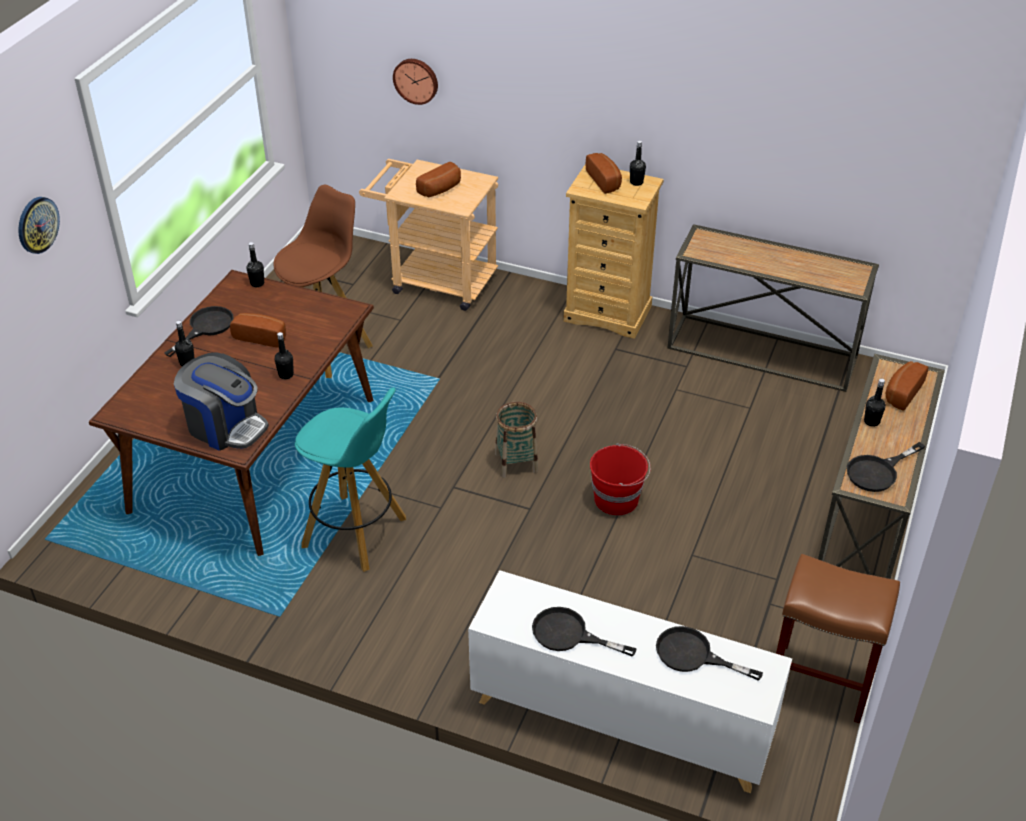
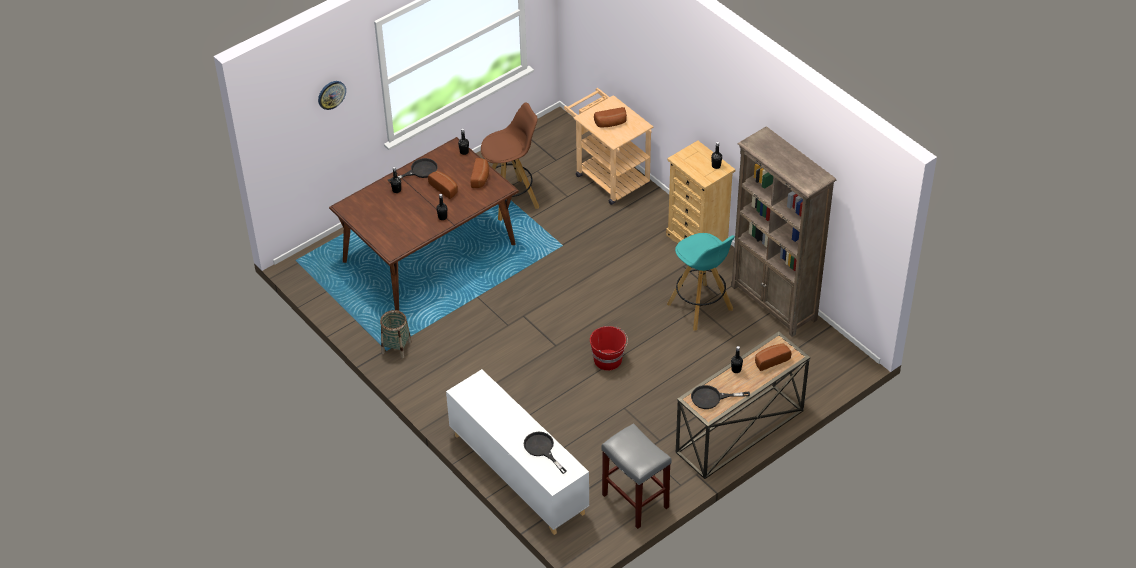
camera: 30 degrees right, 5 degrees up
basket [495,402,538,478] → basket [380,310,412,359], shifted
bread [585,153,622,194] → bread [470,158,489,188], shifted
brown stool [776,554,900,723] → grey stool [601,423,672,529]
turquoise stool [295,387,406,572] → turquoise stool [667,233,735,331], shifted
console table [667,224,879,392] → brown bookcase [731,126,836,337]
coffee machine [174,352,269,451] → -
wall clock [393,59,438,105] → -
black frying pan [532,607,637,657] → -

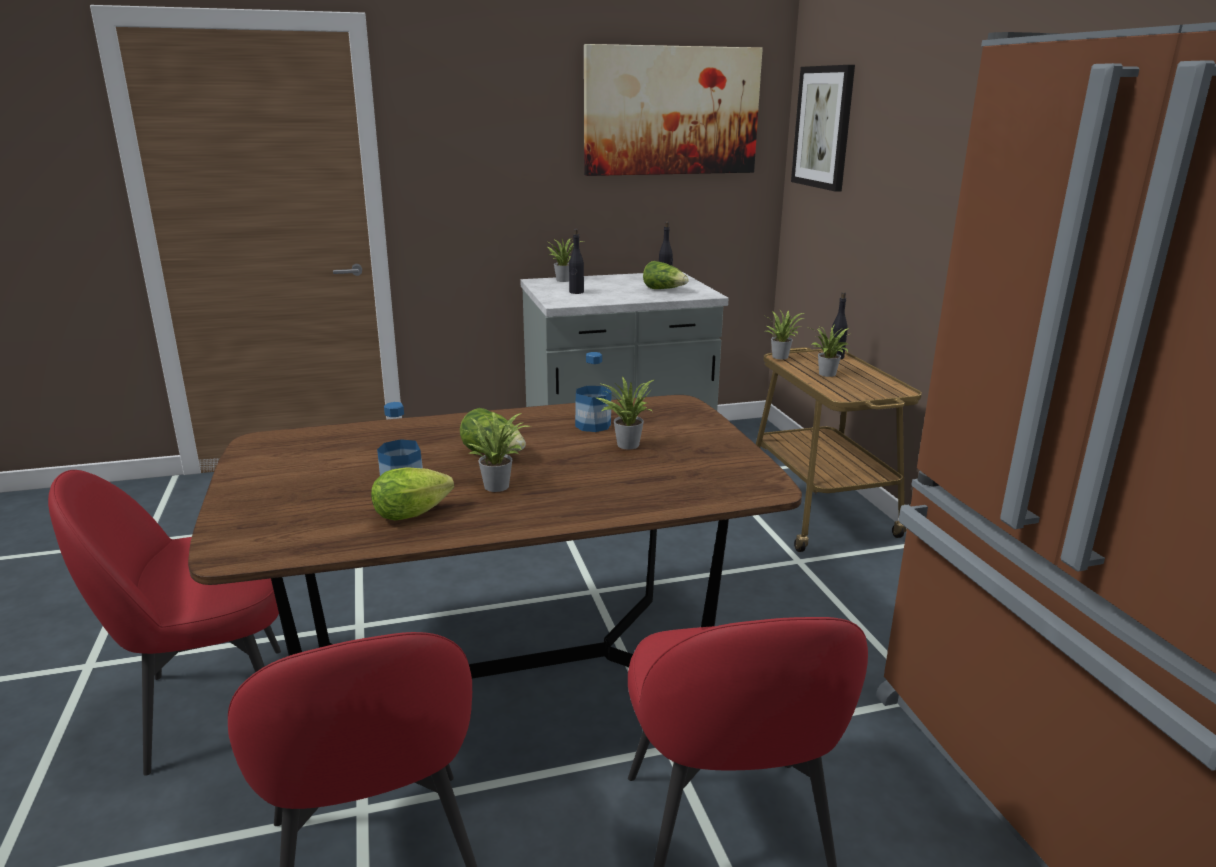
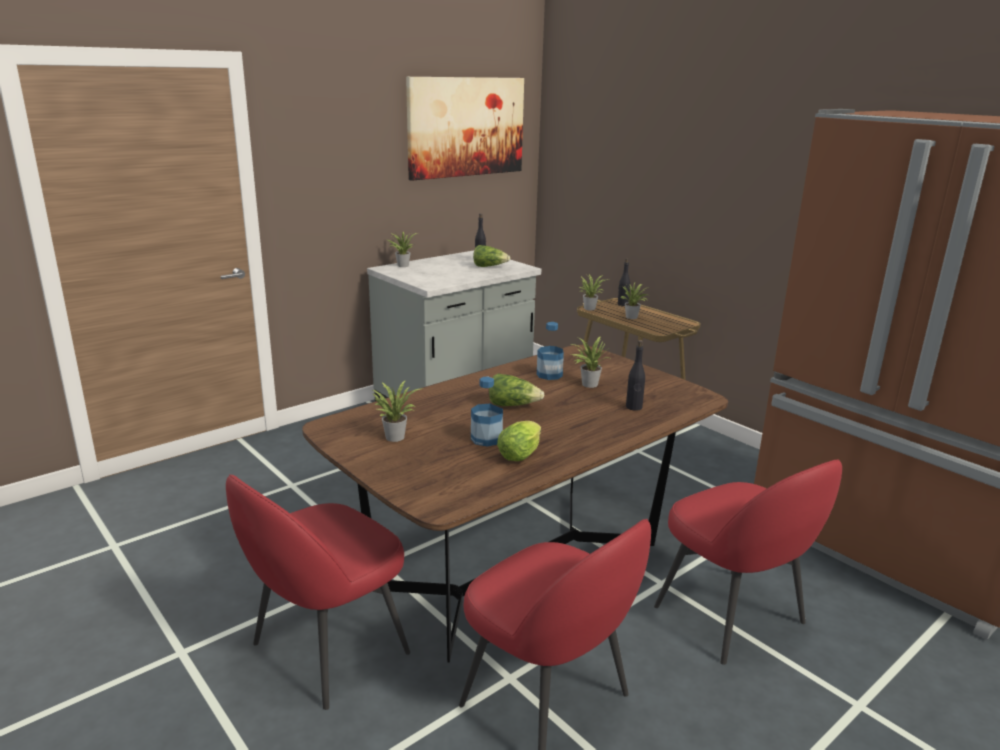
camera: 25 degrees left, 0 degrees up
potted plant [465,411,529,492] → potted plant [373,381,420,442], shifted
black bottle [569,229,584,294] → black bottle [626,340,645,411], shifted
picture [791,65,855,192] → -

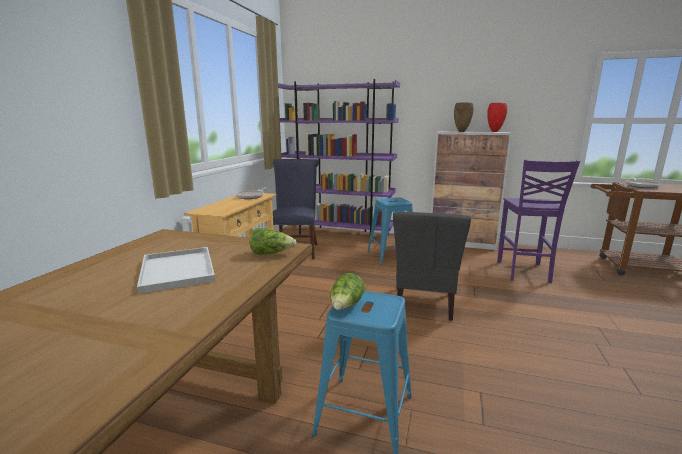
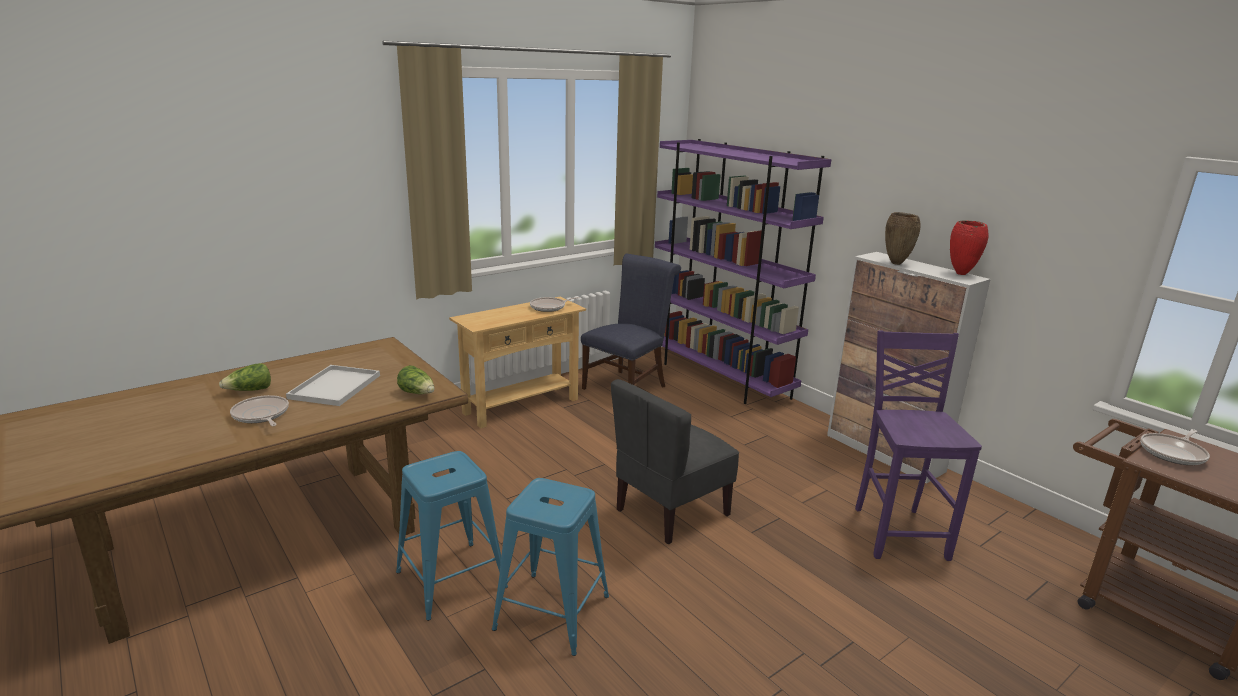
camera: 35 degrees right, 5 degrees up
lettuce [330,273,365,310] → lettuce [219,363,271,391], shifted
- → frying pan [230,395,289,426]
blue stool [367,197,413,265] → blue stool [492,478,609,656], shifted
purple chair [497,160,580,283] → purple chair [855,330,982,561], 135 degrees clockwise

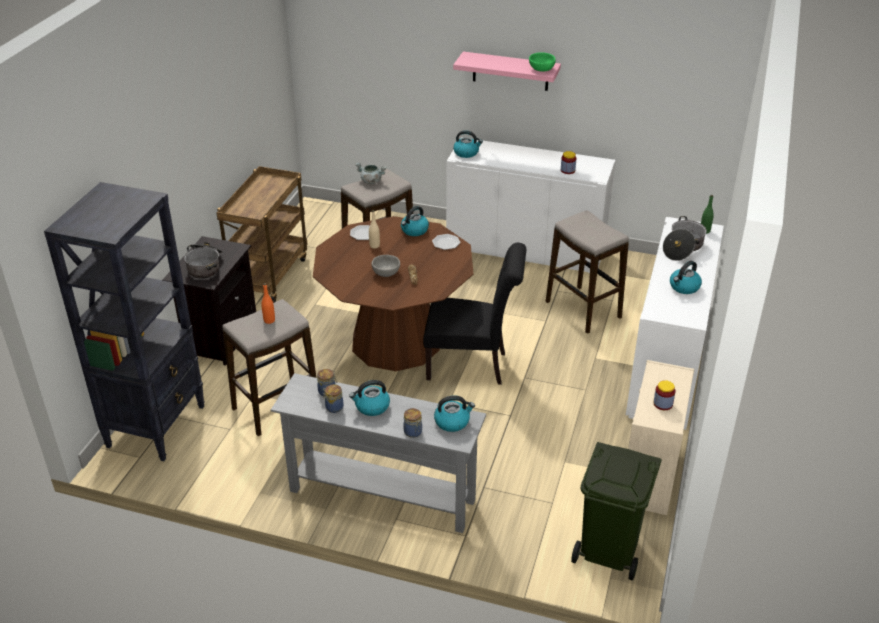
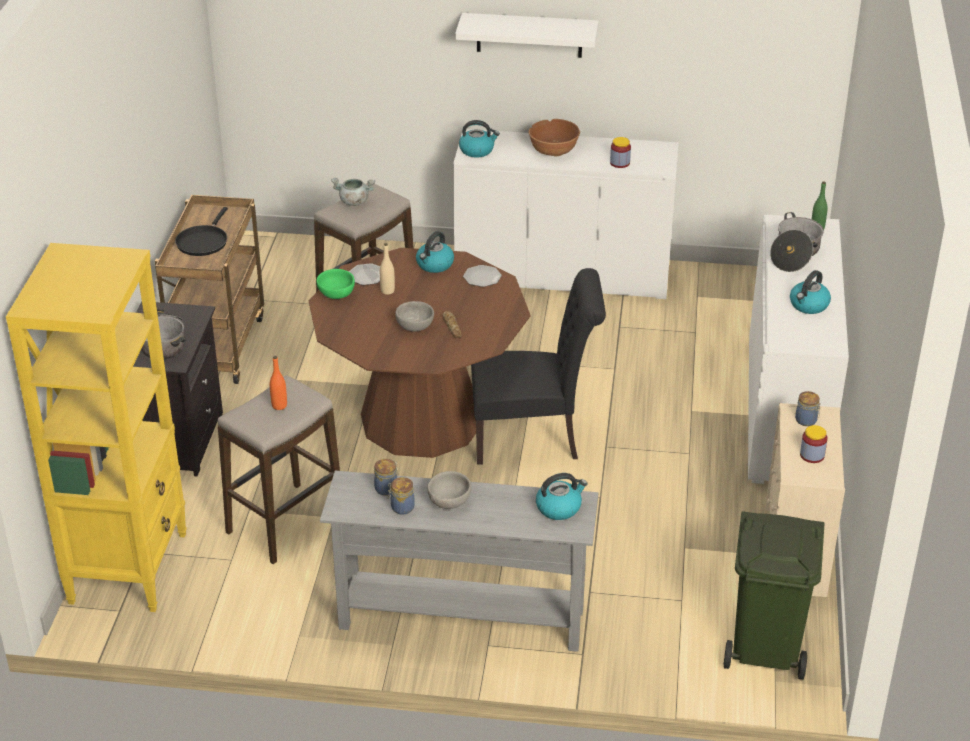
camera: 10 degrees left, 0 degrees up
black bookcase [44,182,205,461] → yellow bookcase [6,243,187,612]
- → black frying pan [175,207,228,256]
green bowl [529,52,556,72] → green bowl [316,269,355,299], shifted
kettle [349,380,390,416] → grey bowl [427,471,471,509]
pink shelf [453,51,561,91] → white shelf [455,13,599,58]
- → brown bowl [529,119,580,157]
jar [403,408,422,438] → jar [795,391,821,426], shifted
stool [546,210,629,334] → -

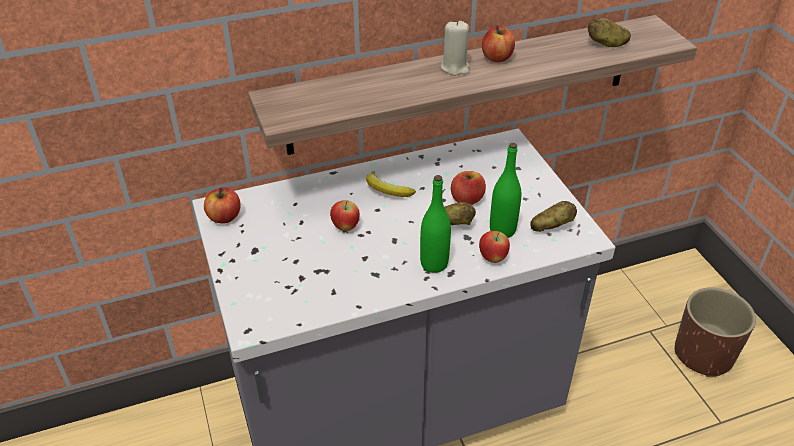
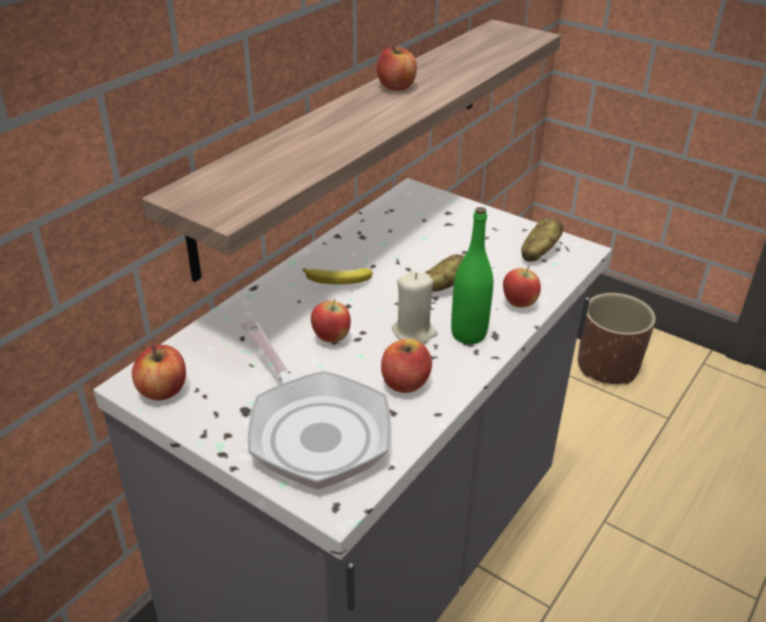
camera: 35 degrees left, 5 degrees down
- → frying pan [240,319,391,490]
apple [451,171,486,205] → apple [381,339,432,393], shifted
beige candle [441,21,470,76] → beige candle [392,271,438,344], shifted
green bottle [490,143,521,238] → -
potato [588,18,631,47] → -

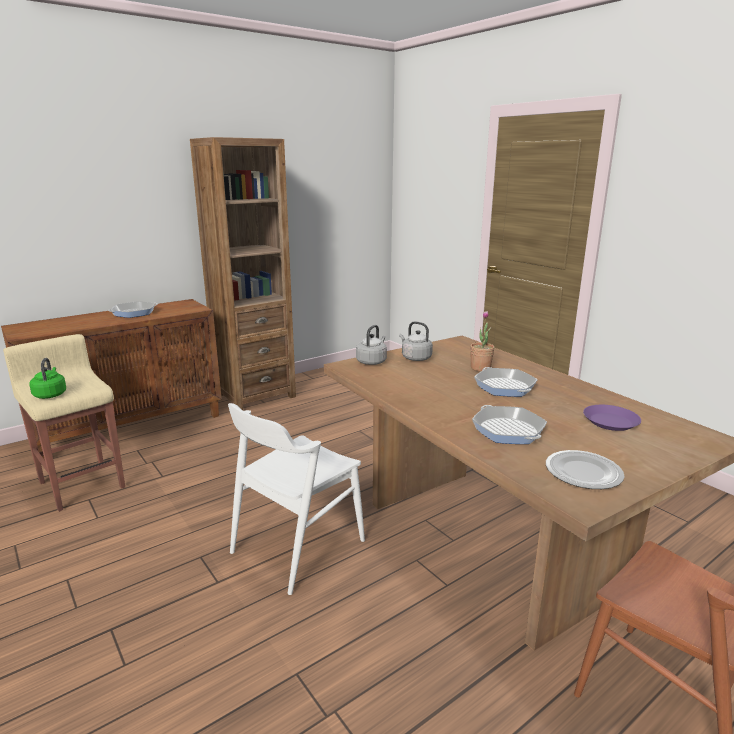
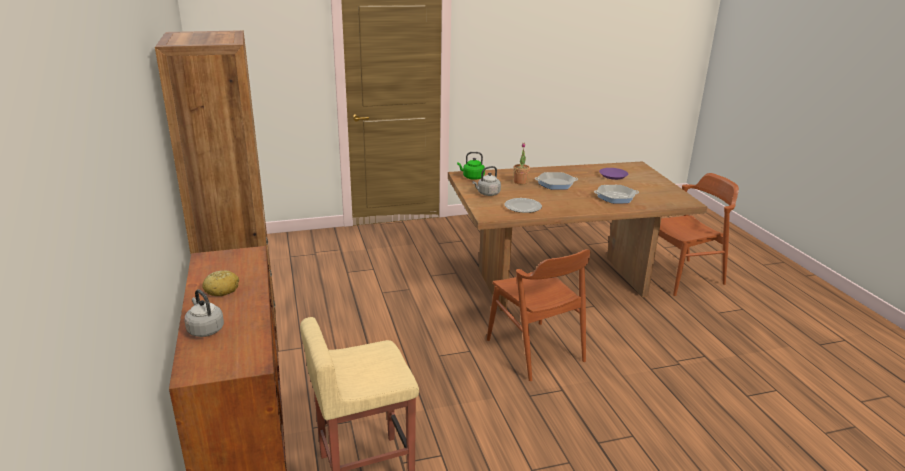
camera: 70 degrees left, 5 degrees up
grey kettle [356,325,387,365] → grey kettle [184,289,224,337], shifted
frying pan [108,301,158,318] → bread [202,270,239,296]
green kettle [29,358,66,399] → green kettle [457,152,485,180], shifted
white chair [228,403,365,595] → brown chair [487,249,590,381]
plate [546,450,625,489] → plate [505,198,542,213], shifted

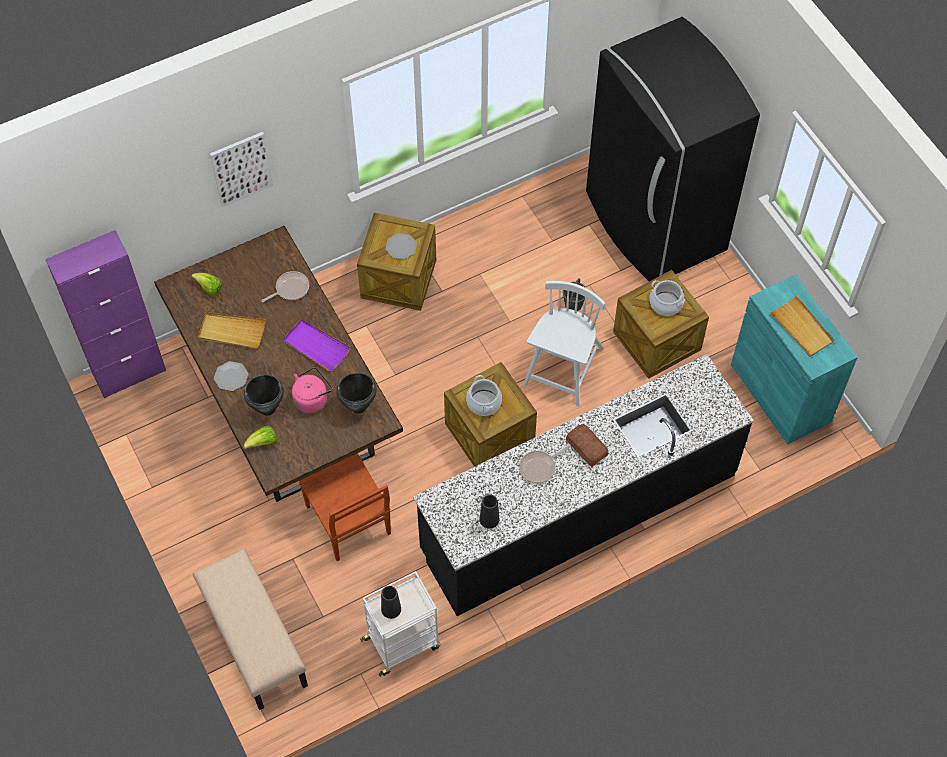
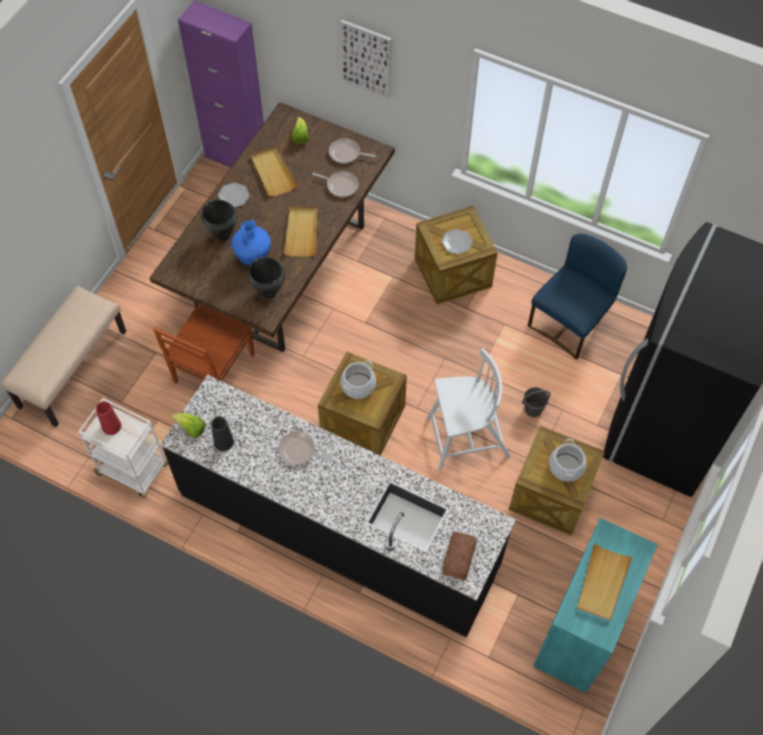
camera: 55 degrees right, 0 degrees up
black vase [381,586,401,619] → red vase [96,401,121,435]
lettuce [243,426,277,449] → lettuce [171,413,206,438], shifted
pink kettle [292,367,332,413] → blue vase [231,220,271,266]
purple tray [283,319,351,372] → beige tray [284,207,317,257]
- → frying pan [329,138,376,164]
bread [566,424,608,467] → bread [442,532,477,580], shifted
- → blue chair [528,234,627,360]

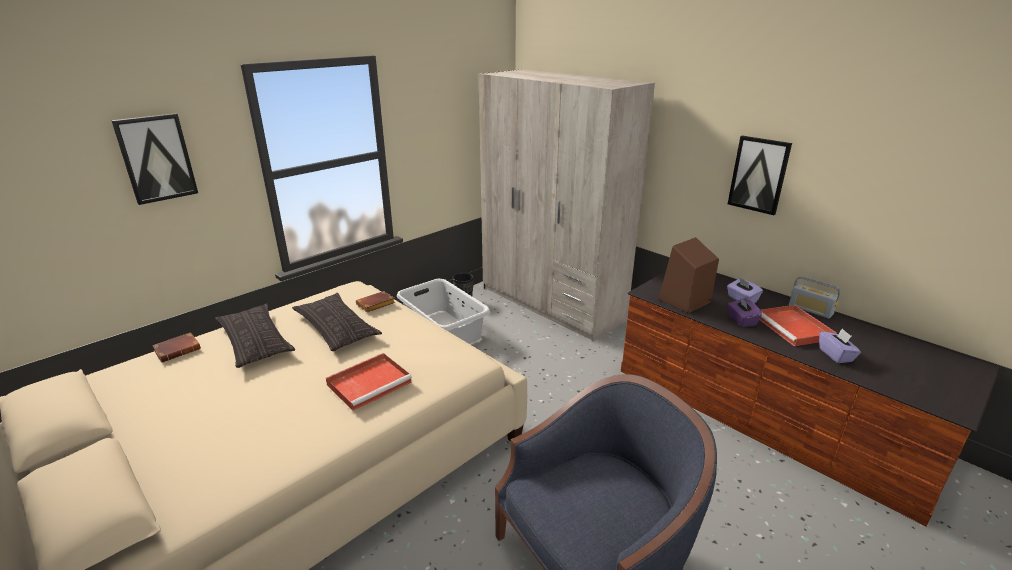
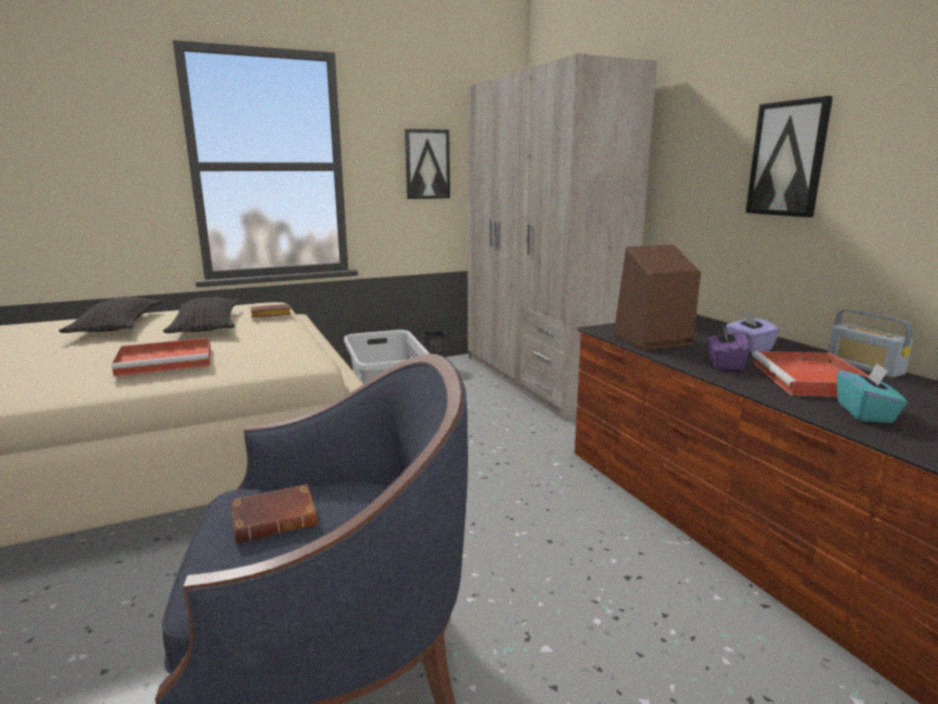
camera: 20 degrees right, 10 degrees down
brown book [152,333,201,362] → brown book [231,484,318,543], shifted
picture [111,113,198,205] → picture [405,129,450,199], shifted
purple tissue box [819,329,861,363] → turquoise tissue box [837,363,907,423]

